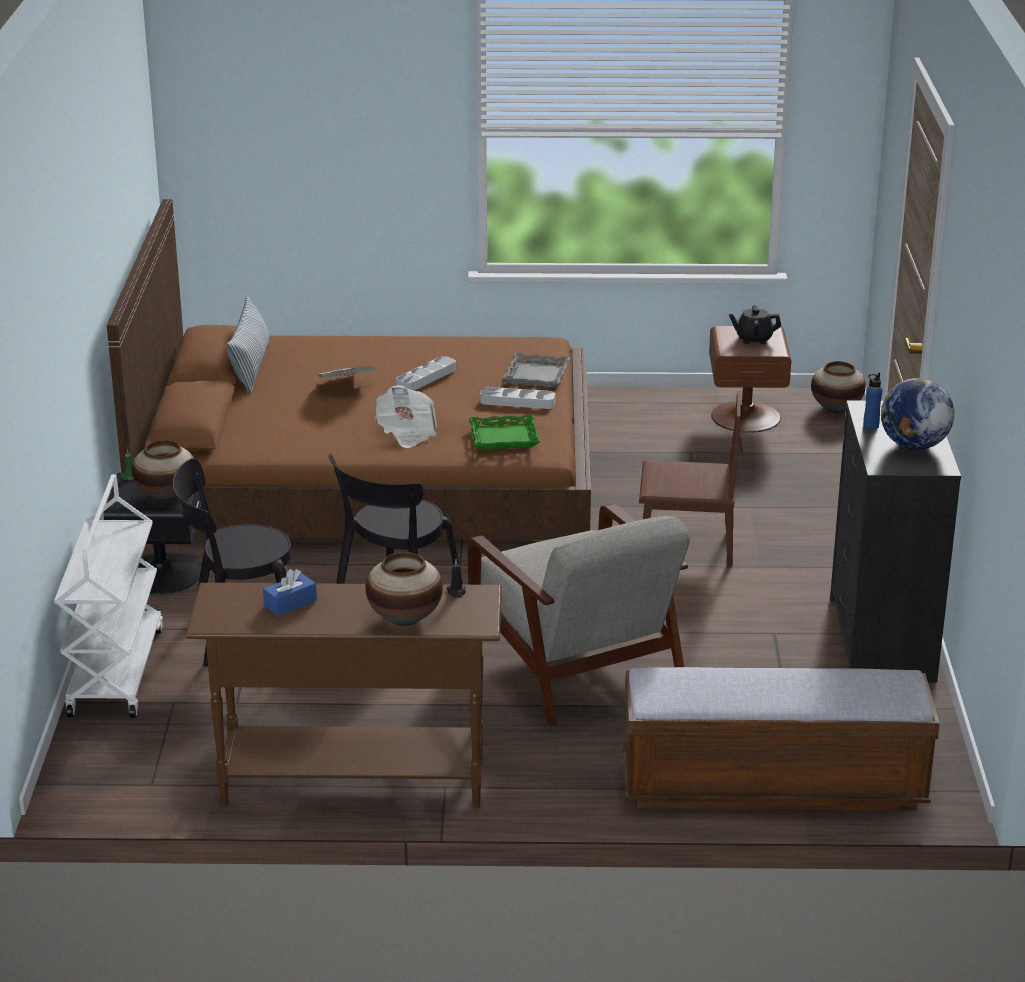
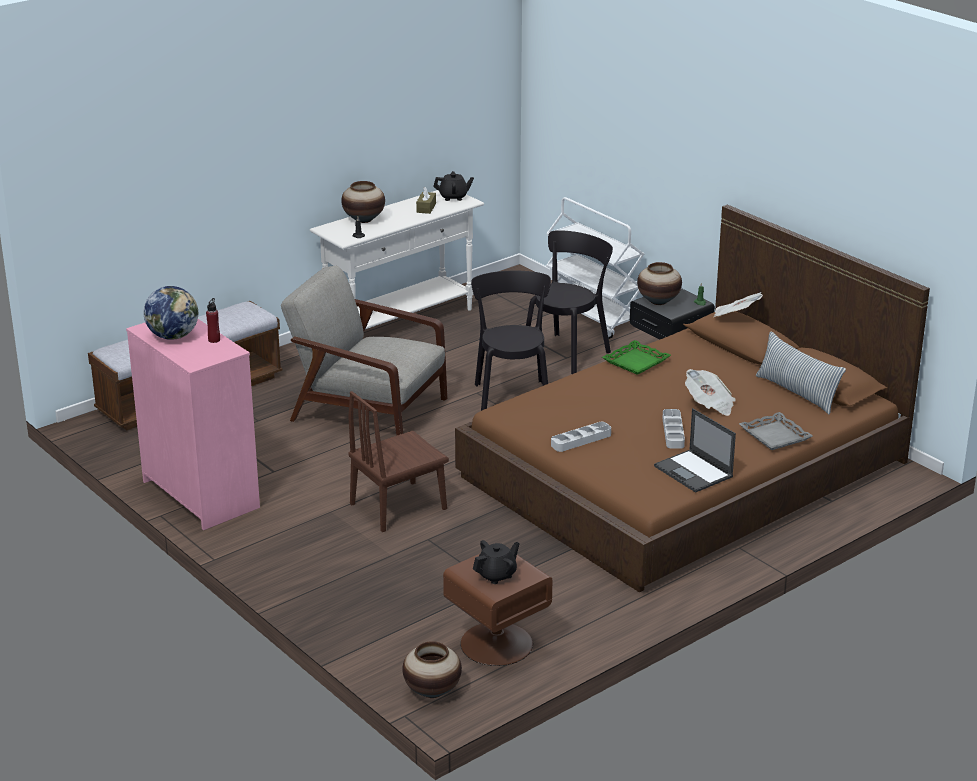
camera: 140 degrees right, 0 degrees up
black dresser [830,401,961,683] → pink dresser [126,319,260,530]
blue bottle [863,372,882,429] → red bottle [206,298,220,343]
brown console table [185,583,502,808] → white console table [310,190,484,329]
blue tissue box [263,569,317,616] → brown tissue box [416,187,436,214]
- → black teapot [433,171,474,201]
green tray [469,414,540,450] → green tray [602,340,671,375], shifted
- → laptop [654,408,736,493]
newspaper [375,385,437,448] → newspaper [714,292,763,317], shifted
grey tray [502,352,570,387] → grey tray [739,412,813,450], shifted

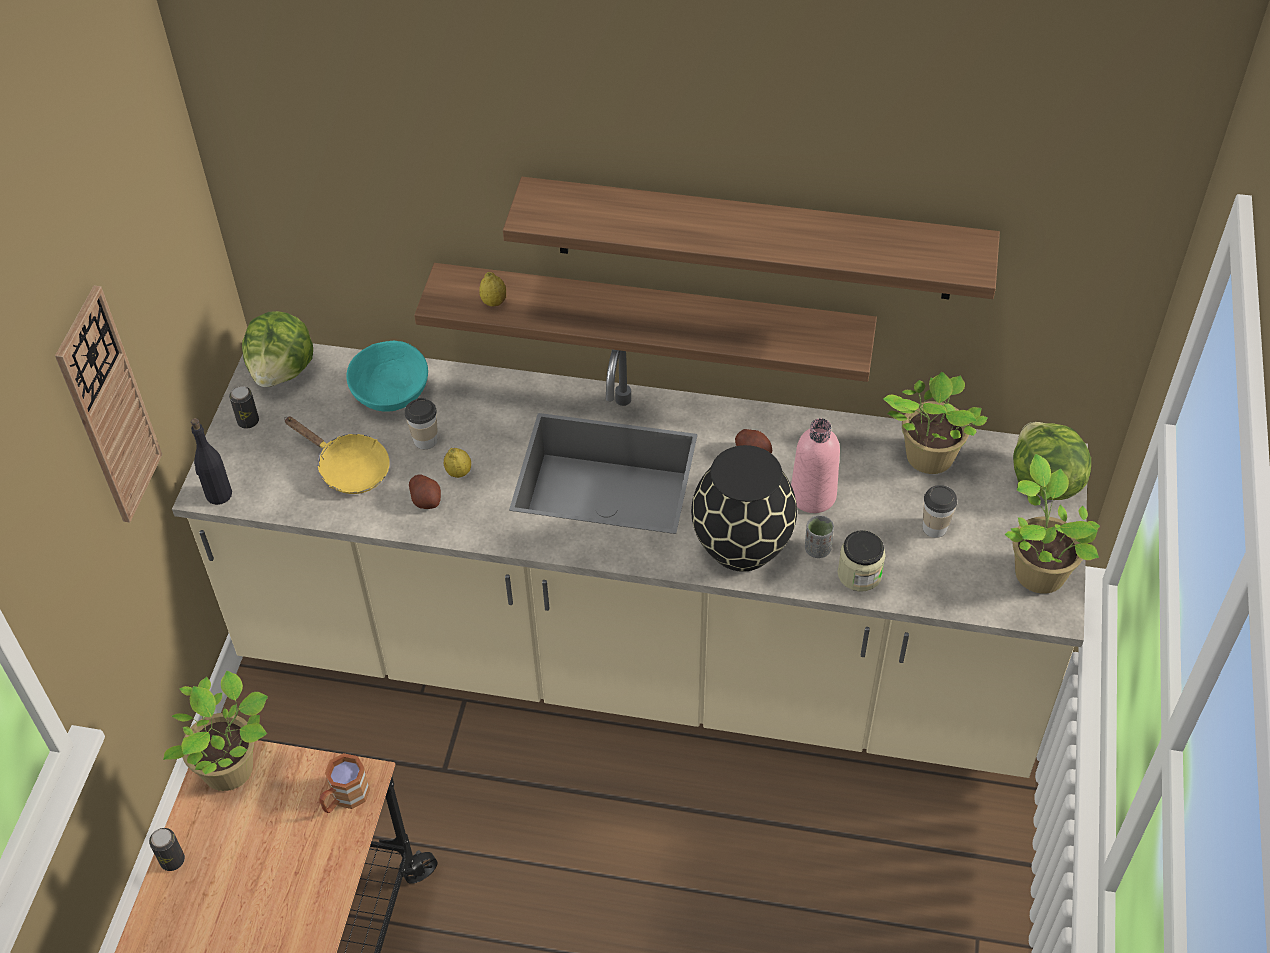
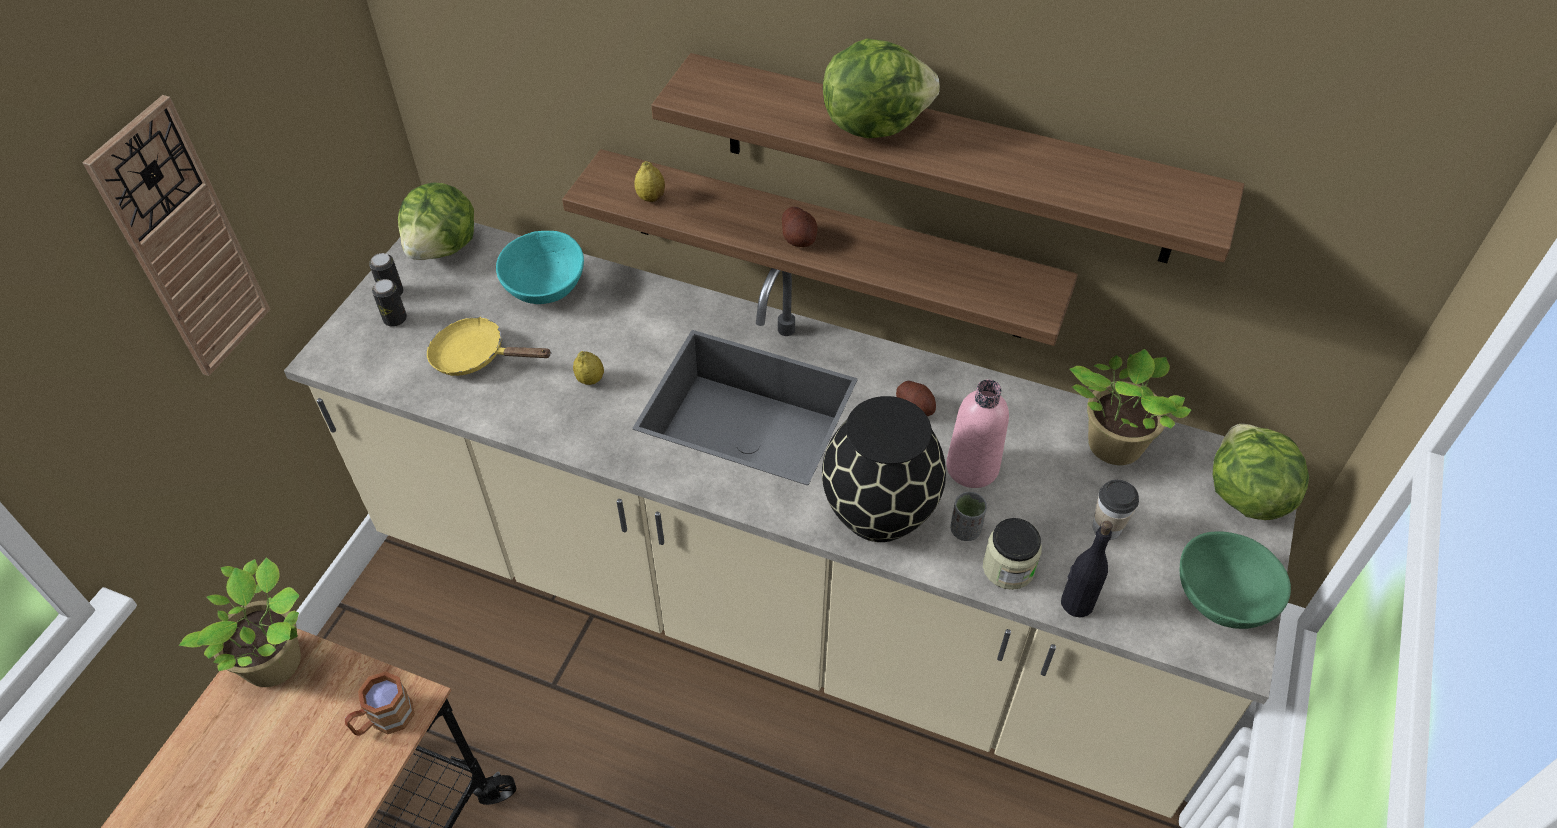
camera: 10 degrees right, 0 degrees up
can [149,828,185,871] → can [372,279,407,327], shifted
yellow frying pan [285,417,389,494] → yellow frying pan [427,316,552,376], 150 degrees clockwise
potato [409,474,441,509] → potato [782,207,818,247], shifted
- → lettuce [823,38,940,138]
black bottle [191,418,232,505] → black bottle [1061,521,1113,618], shifted
potted plant [1005,454,1100,594] → green bowl [1180,531,1291,629]
cup [405,398,437,449] → -

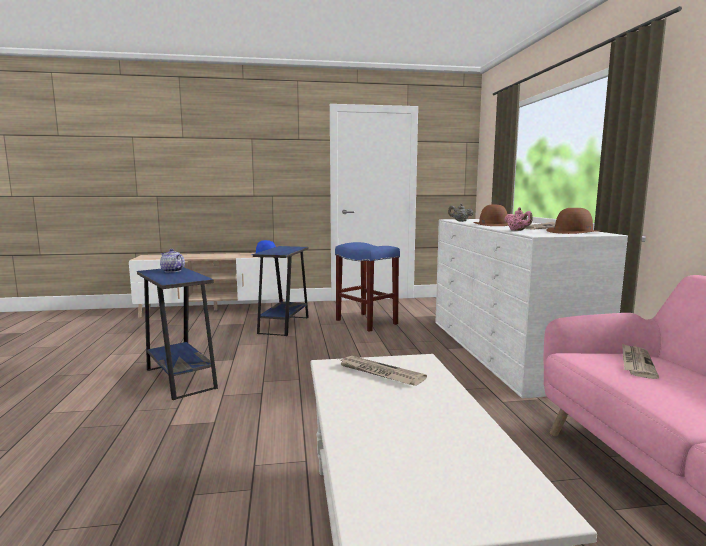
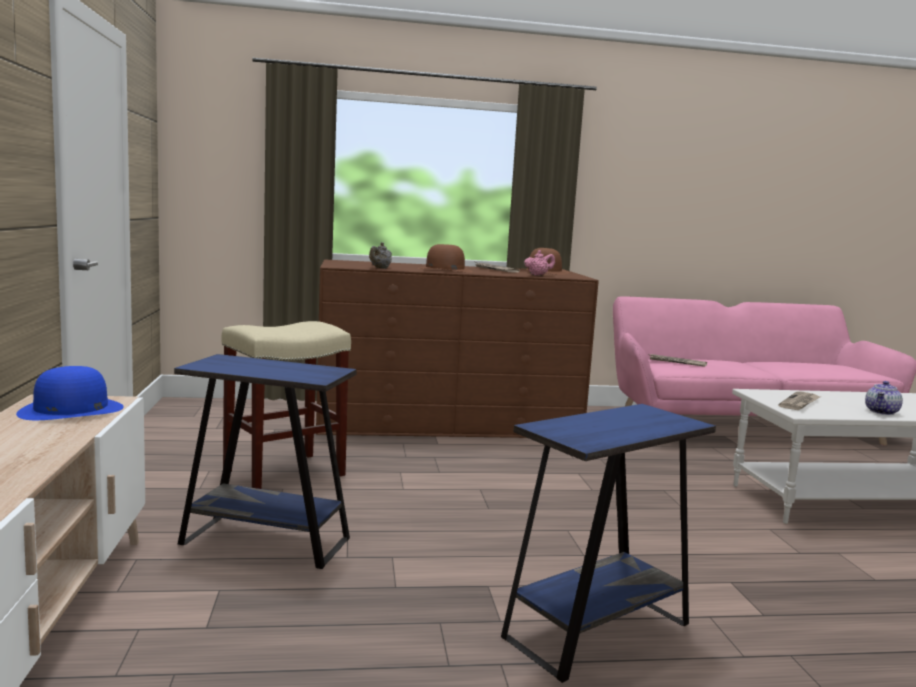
camera: 90 degrees left, 0 degrees up
blue stool [335,242,400,332] → beige stool [222,321,351,489]
white dresser [435,219,628,398] → brown dresser [316,259,599,438]
teapot [160,249,185,273] → teapot [865,381,903,415], shifted

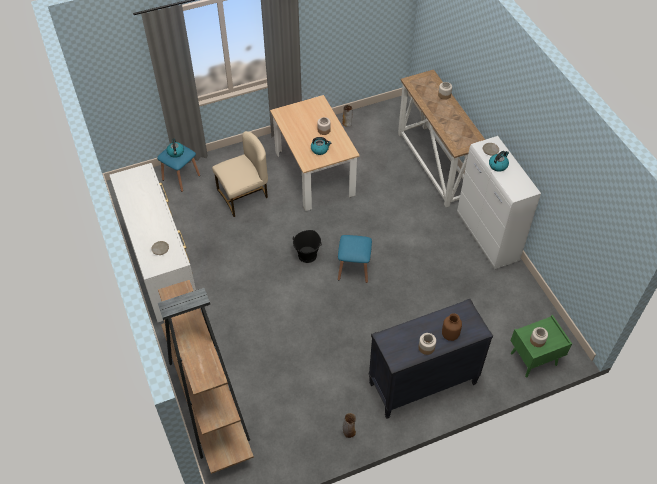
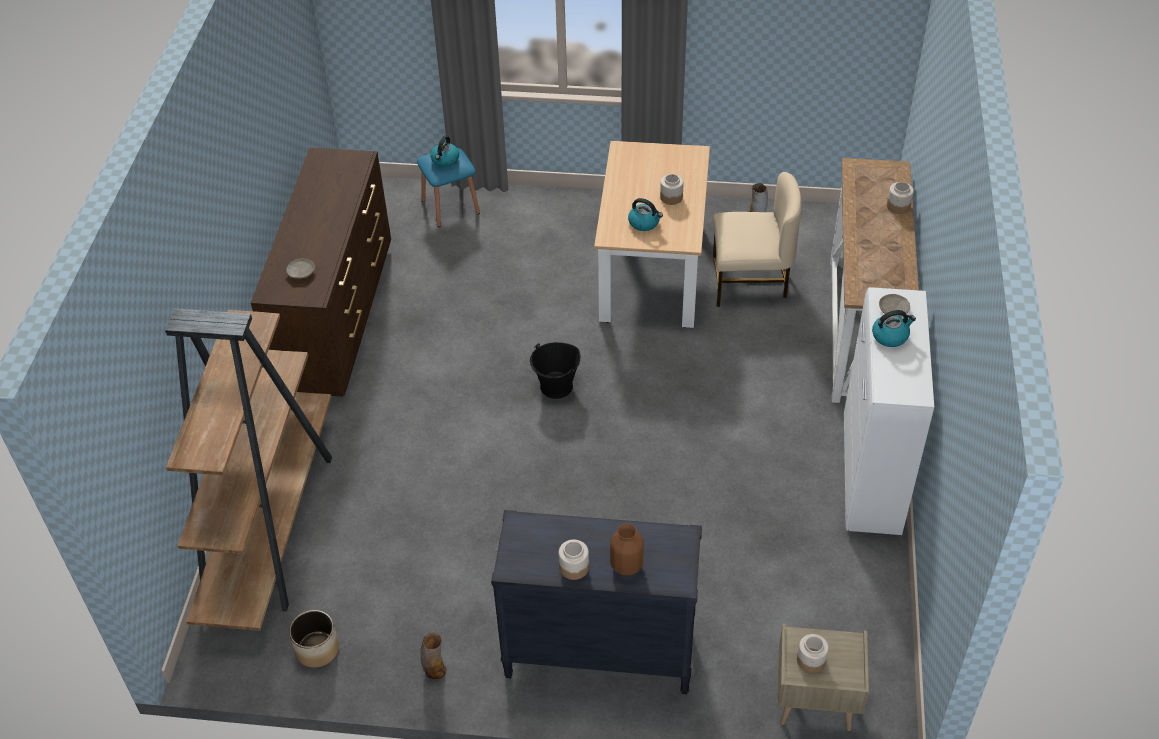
camera: 30 degrees right, 5 degrees down
white dresser [109,163,196,322] → brown dresser [251,148,391,397]
- → planter [289,610,339,668]
beige chair [212,131,268,217] → beige chair [713,172,802,307], shifted
green nightstand [510,315,572,378] → beige nightstand [778,624,869,731]
blue stool [338,235,372,283] → -

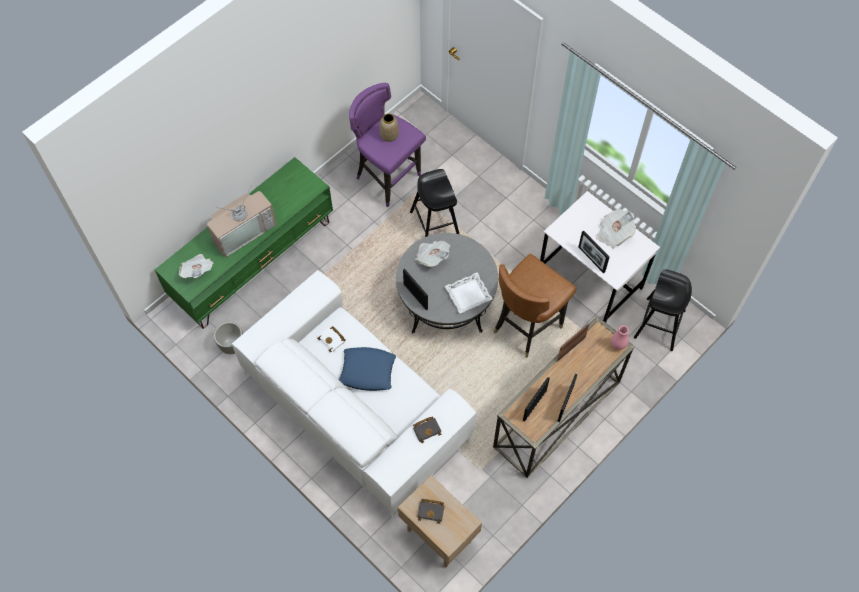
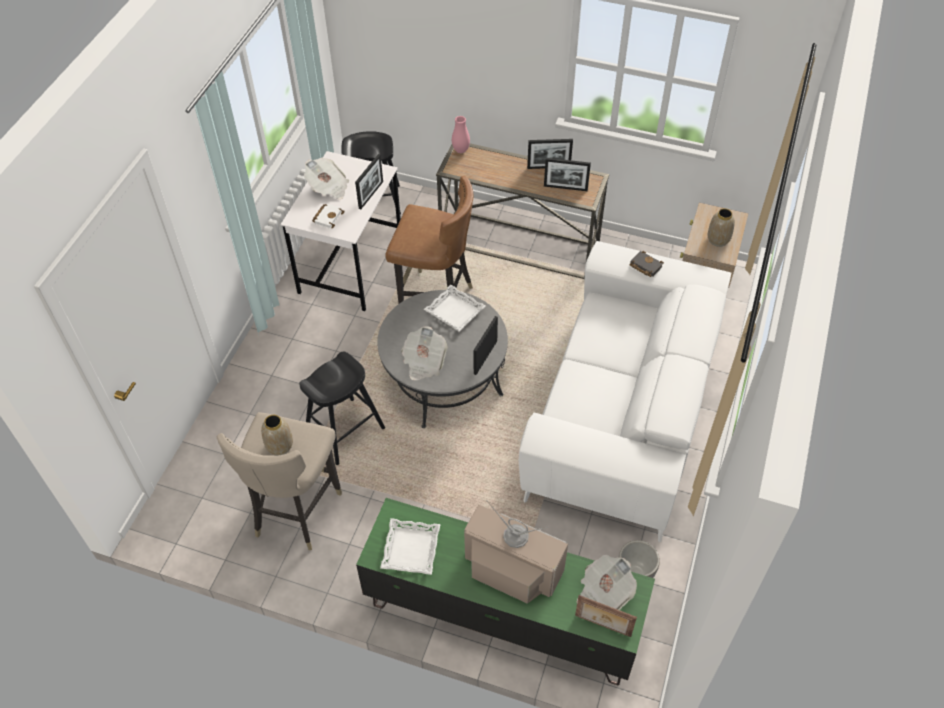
camera: 115 degrees left, 10 degrees down
purple stool [349,83,426,207] → beige stool [216,412,342,550]
white book [317,326,346,352] → white book [312,203,345,229], shifted
- → white tray [380,518,440,575]
picture frame [557,324,590,361] → picture frame [575,595,637,637], shifted
black book [417,499,445,524] → vase [708,208,735,247]
blue pillow [339,347,396,391] → -

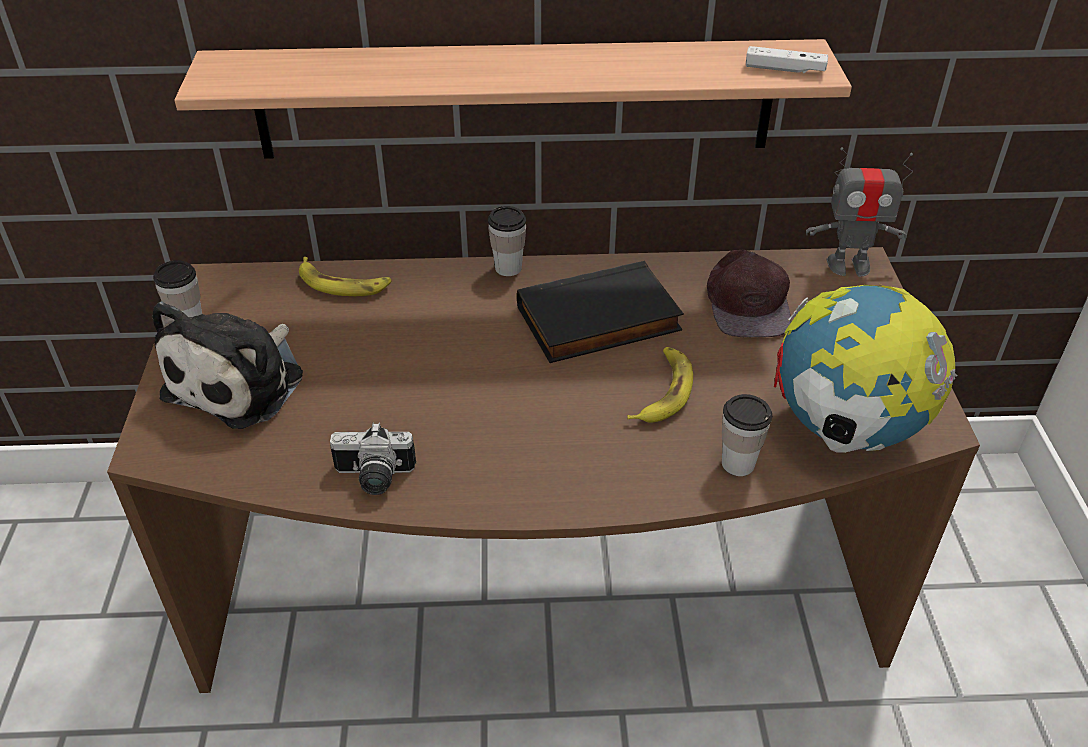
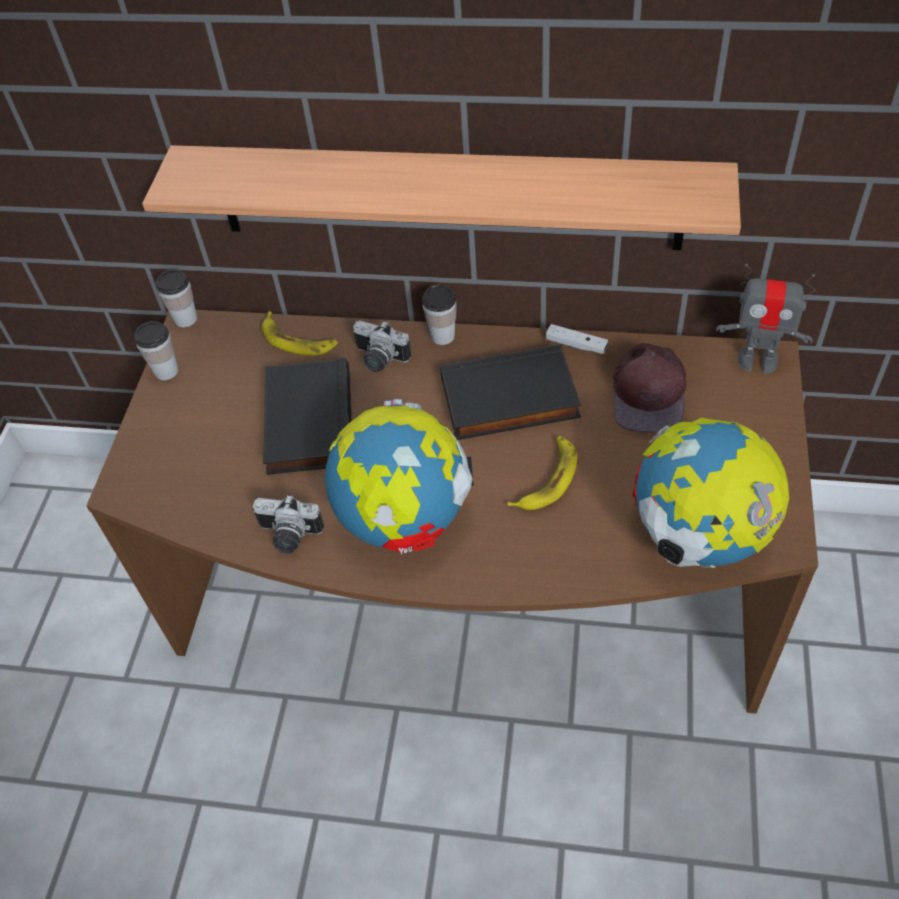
camera: 15 degrees right, 10 degrees up
cup [722,394,772,476] → cup [156,269,197,327], shifted
- → black book [263,357,351,475]
- → globe [325,399,474,554]
- → photo camera [353,320,411,372]
white game controller [746,46,828,73] → white game controller [546,324,608,354], shifted
plush toy [153,301,303,429] → -

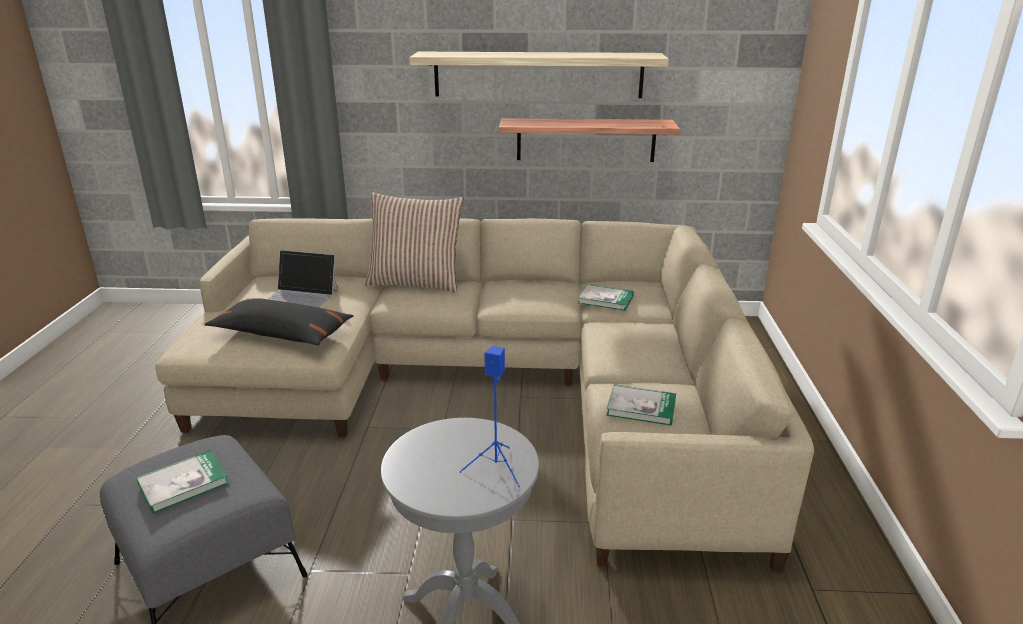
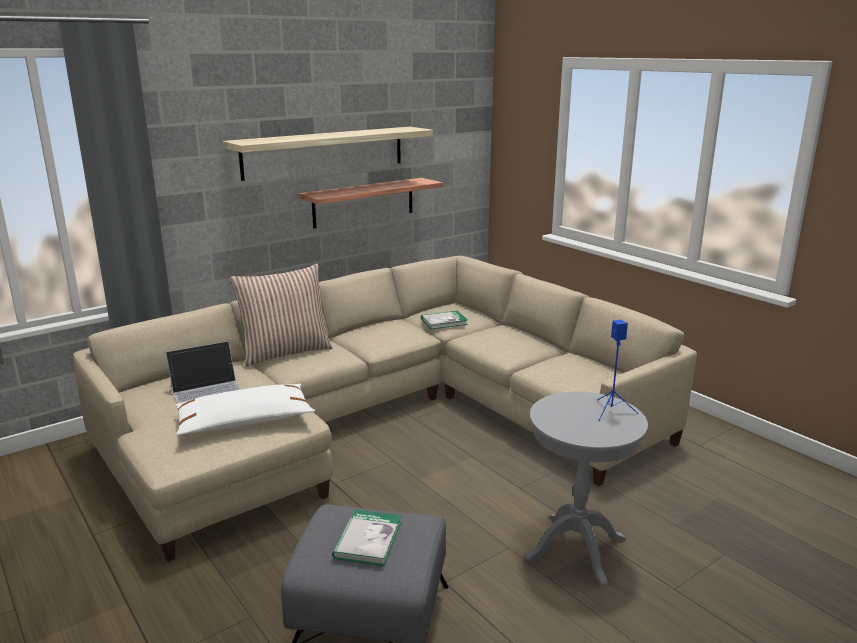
camera: 40 degrees left, 5 degrees down
black pillow [205,298,354,346] → white pillow [175,384,315,436]
book [606,385,676,426] → -

